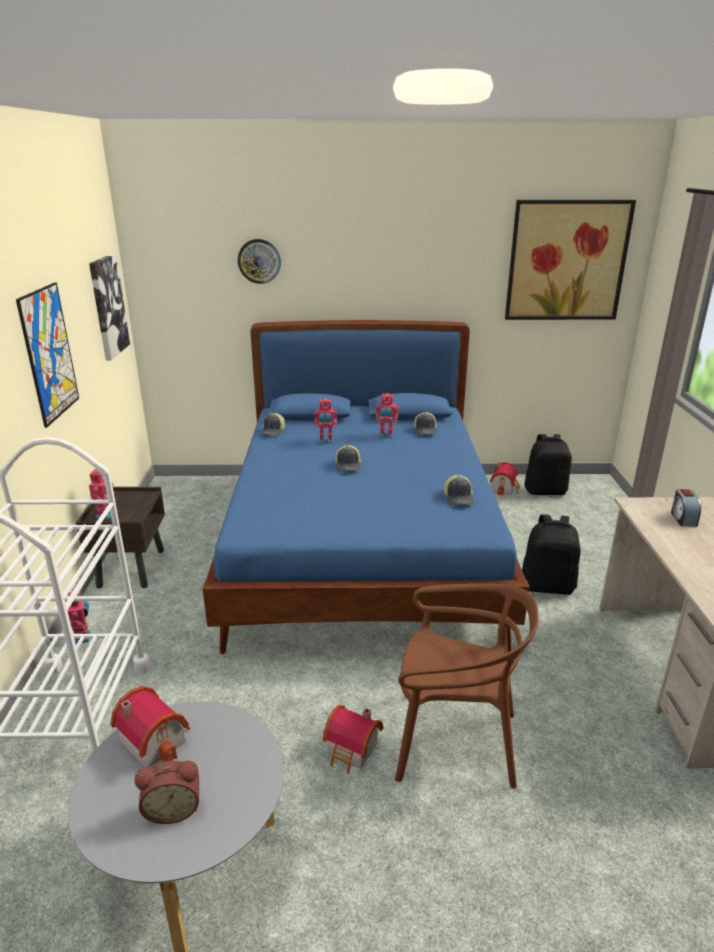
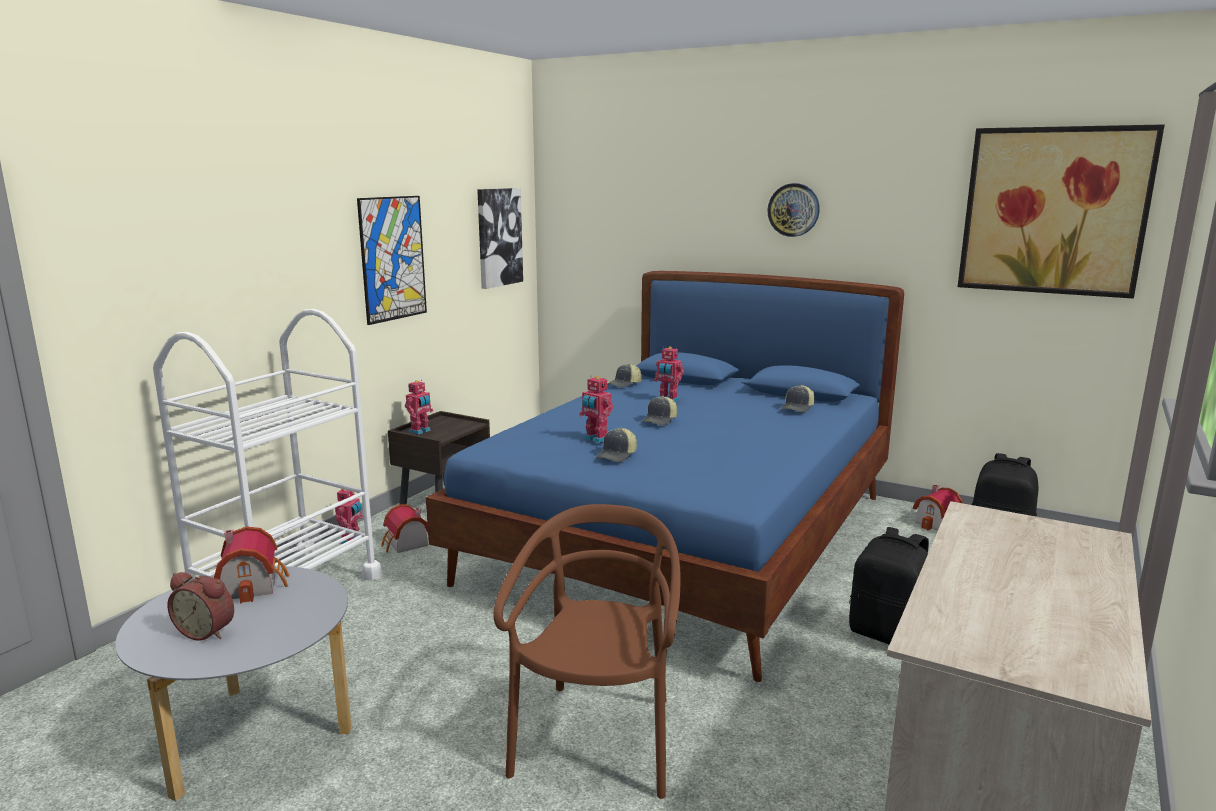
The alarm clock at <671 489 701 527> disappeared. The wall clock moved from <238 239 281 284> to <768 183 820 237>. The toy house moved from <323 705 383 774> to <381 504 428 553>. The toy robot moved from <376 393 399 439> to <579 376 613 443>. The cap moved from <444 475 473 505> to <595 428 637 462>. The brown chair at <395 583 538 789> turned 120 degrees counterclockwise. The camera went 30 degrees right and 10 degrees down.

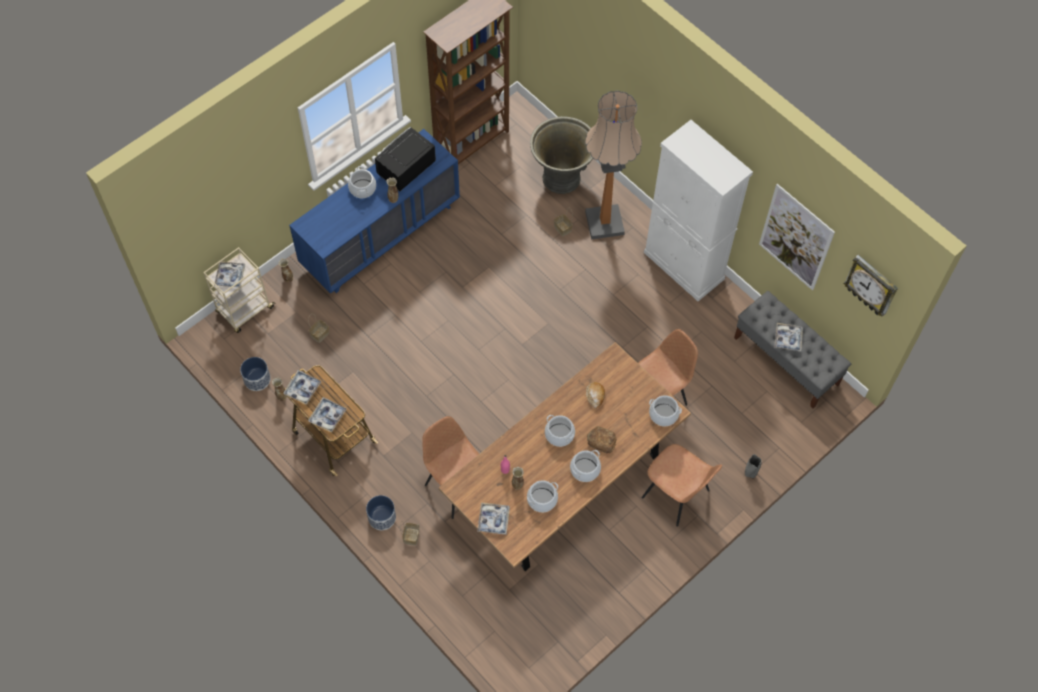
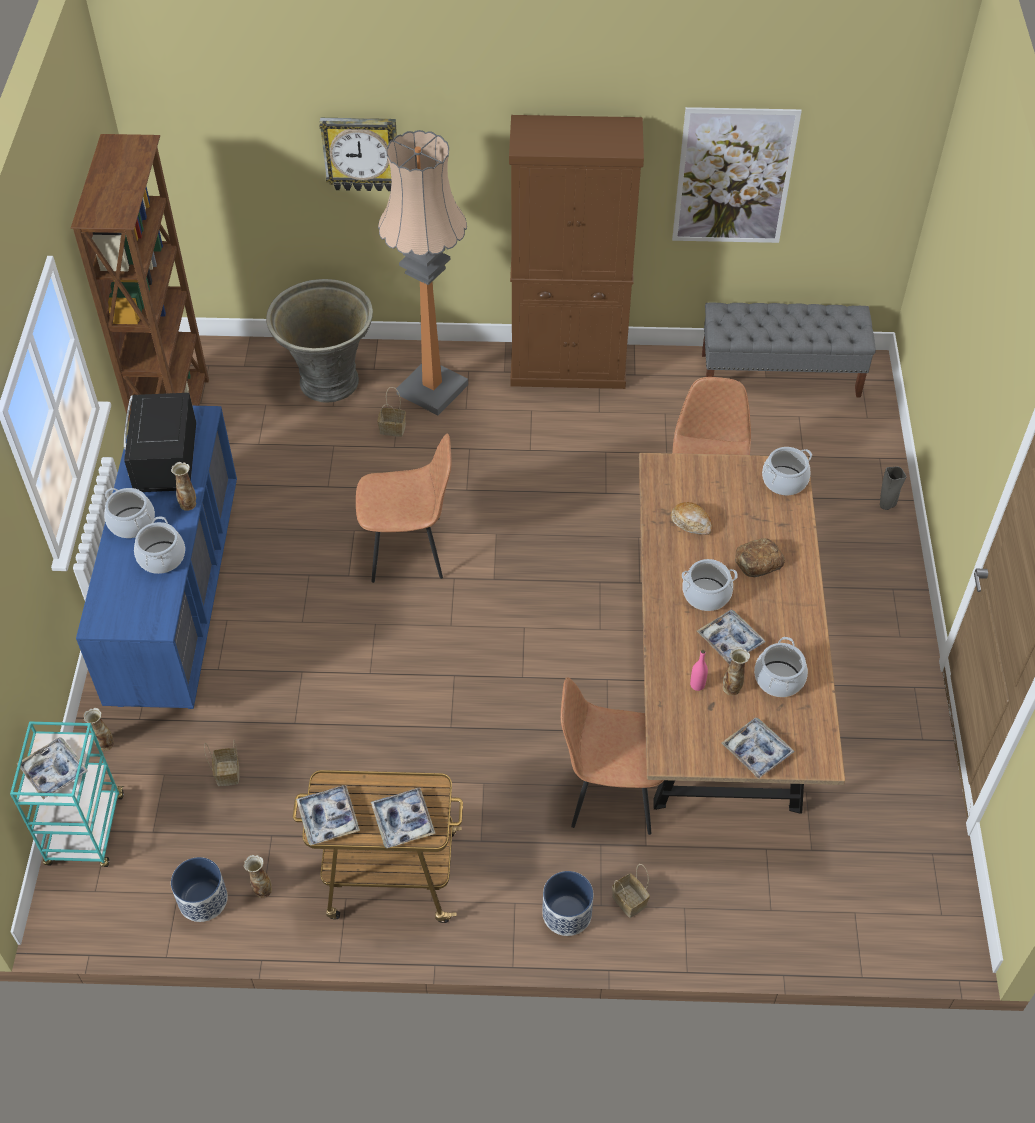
The cooking pot moved from <570 450 601 482> to <134 517 185 574>. The brown chair moved from <642 444 722 527> to <356 434 452 583>. The tray moved from <774 323 803 351> to <697 610 766 665>. The wall clock moved from <843 255 898 316> to <320 118 397 191>. The beige cart at <203 247 275 333> became the turquoise cart at <10 722 124 867>. The white cabinet at <644 120 753 301> became the brown cabinet at <509 115 644 389>. The camera went 45 degrees left and 10 degrees down.

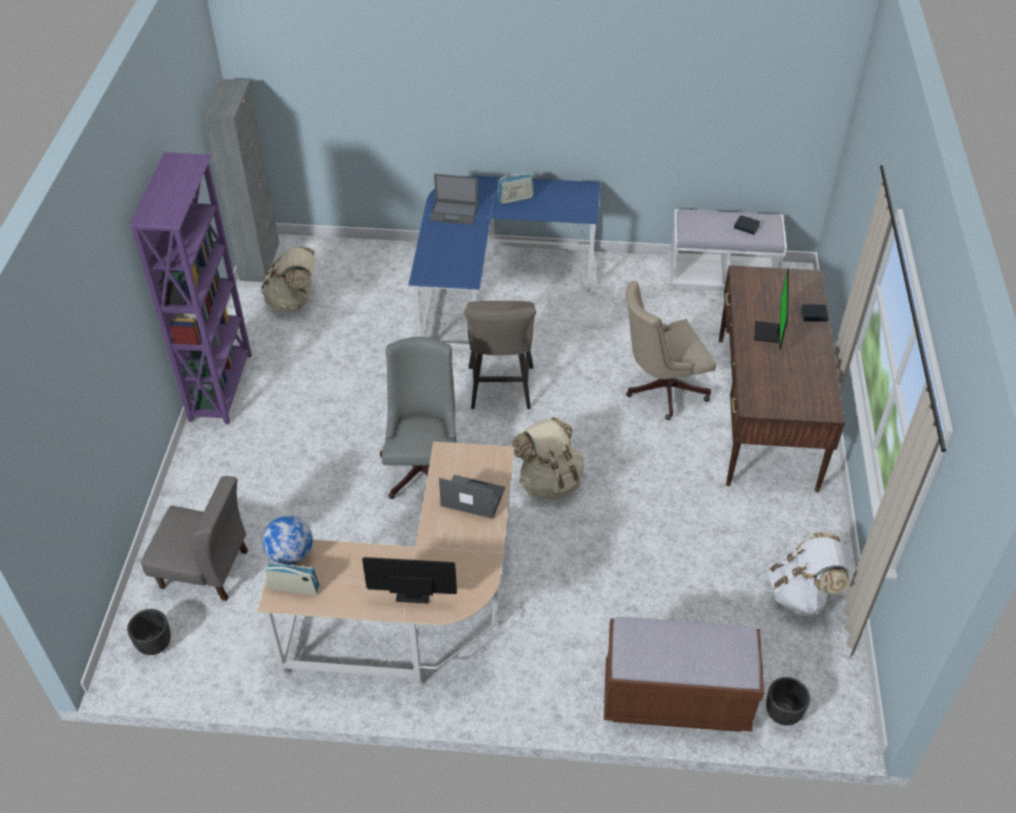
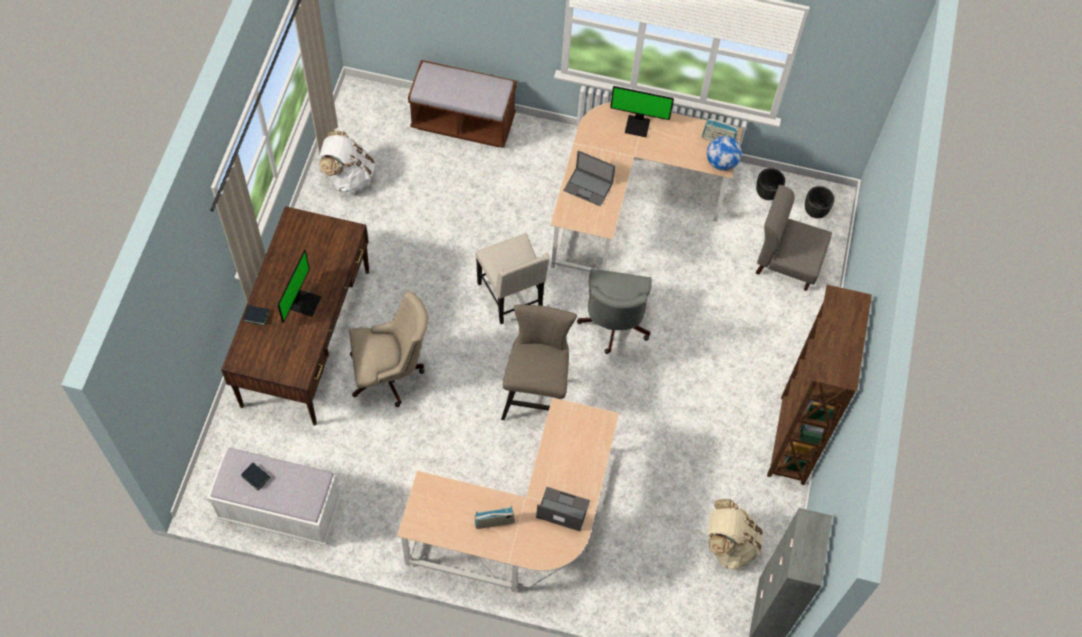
The black planter moved from <766 677 810 725> to <756 168 785 200>. The beige backpack at <512 417 584 501> was replaced by the beige chair at <476 233 550 324>. The purple bookcase at <129 152 252 425> became the brown bookcase at <767 285 872 485>. The blue desk at <408 176 600 355> became the beige desk at <397 397 619 594>. The camera went 175 degrees left and 15 degrees up.

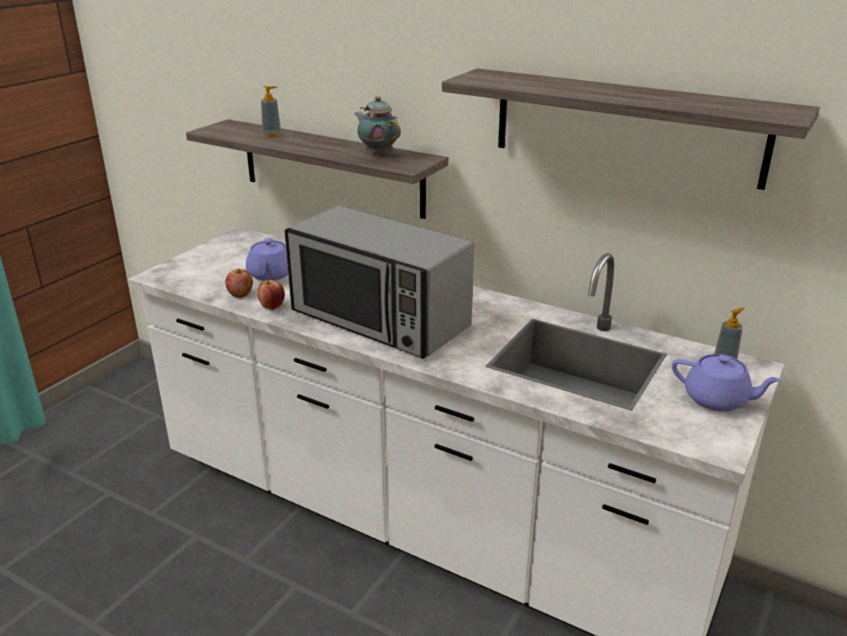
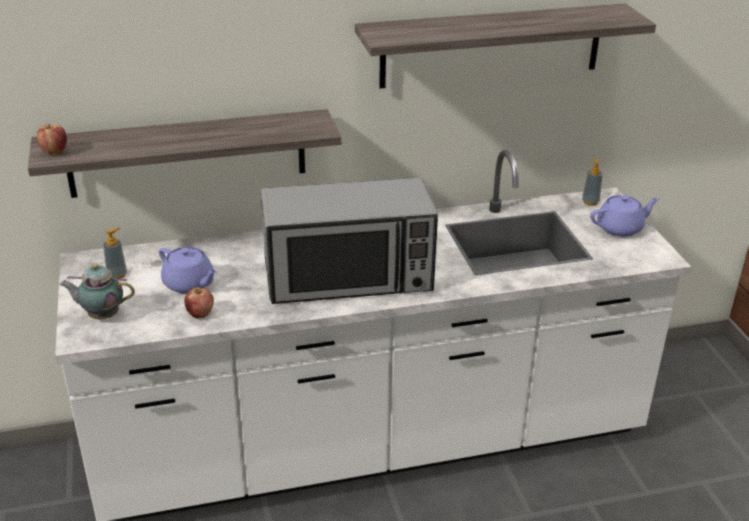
The apple moved from <257 280 285 310> to <37 124 67 155>. The soap dispenser moved from <261 86 281 138> to <103 227 127 279>. The teapot moved from <355 96 401 157> to <60 264 135 319>. The camera went 45 degrees left and 5 degrees up.

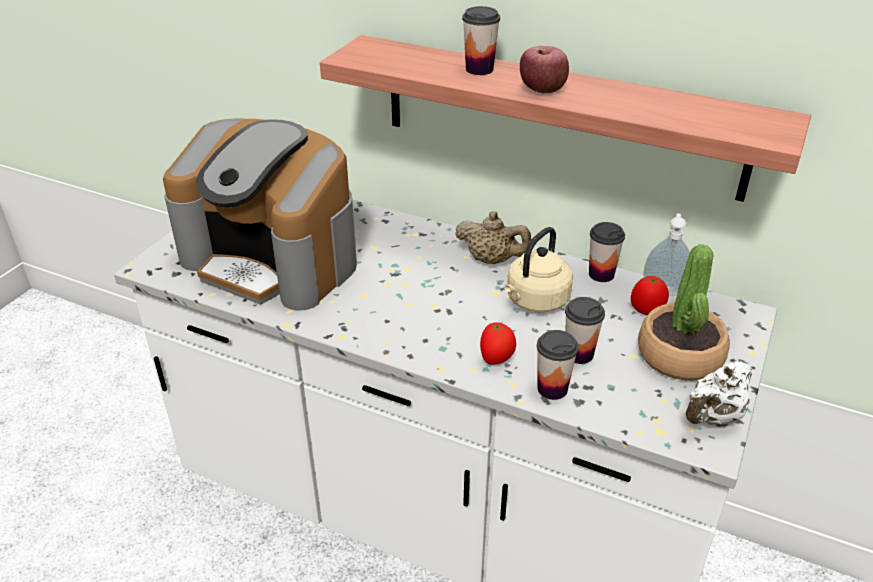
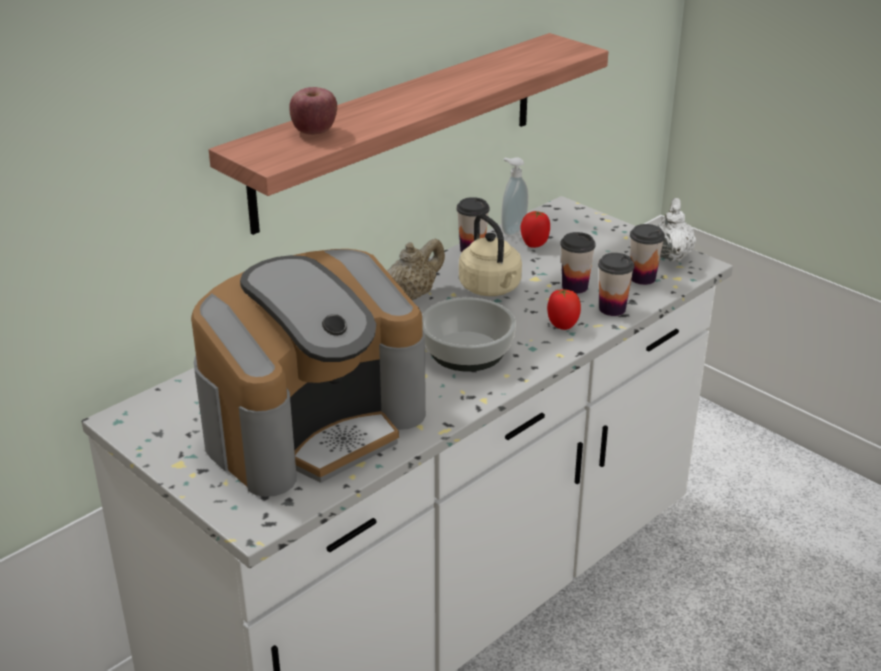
The potted plant at <638 244 730 380> disappeared. The bowl at <422 297 516 372> appeared. The cup moved from <462 6 500 75> to <630 224 665 285>. The apple moved from <520 46 569 94> to <289 87 337 135>. The white teapot at <686 361 752 426> turned 150 degrees counterclockwise. The camera went 70 degrees left and 5 degrees down.

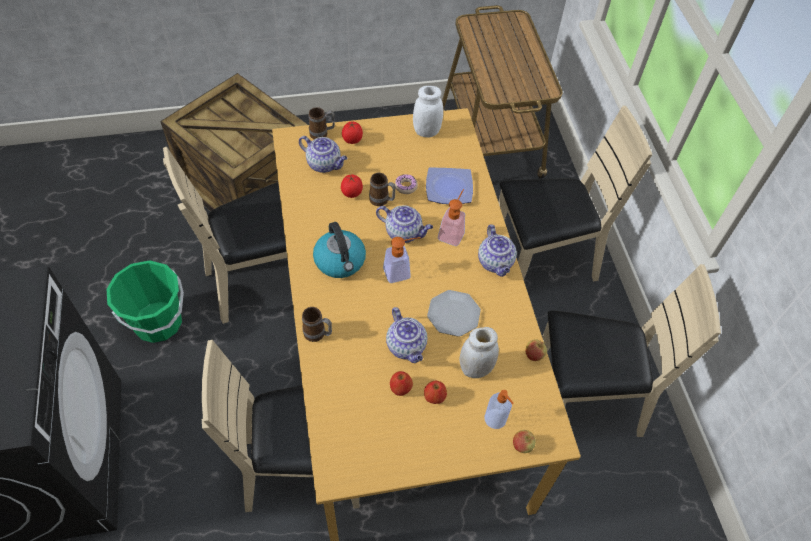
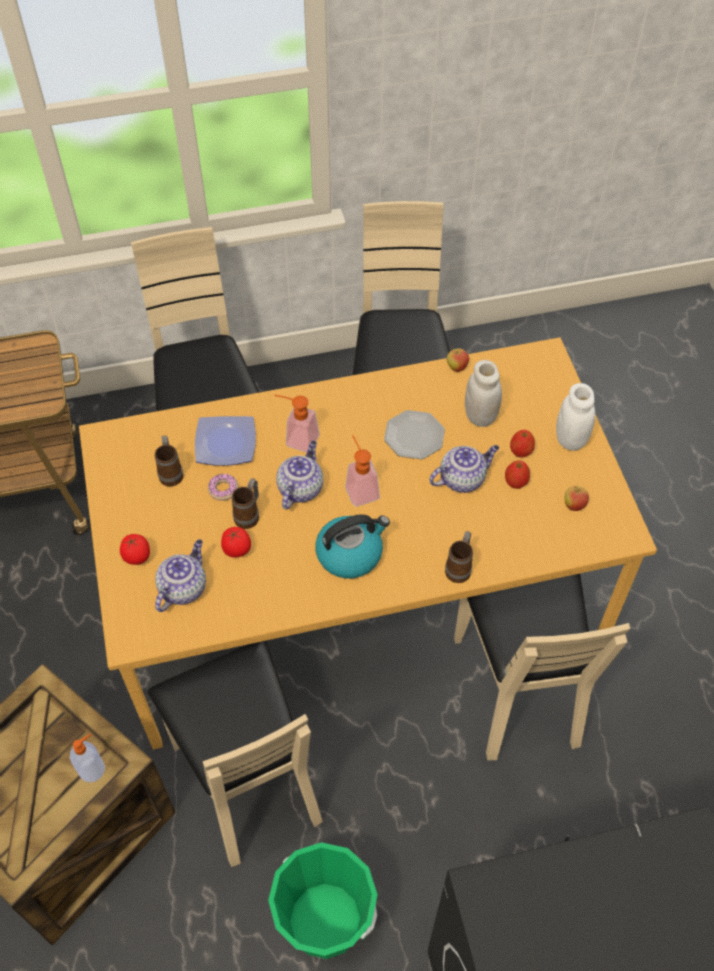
The teapot at <478 224 517 277> disappeared. The mug moved from <309 107 335 139> to <155 435 183 486>. The white jar moved from <413 86 443 137> to <556 383 595 451>. The soap dispenser moved from <484 390 514 429> to <70 734 105 782>. The apple moved from <513 430 536 453> to <565 483 589 511>. The camera went 90 degrees left and 0 degrees up.

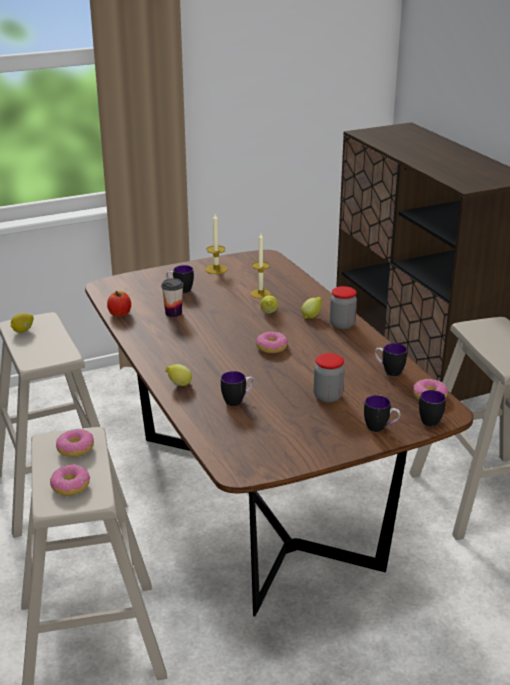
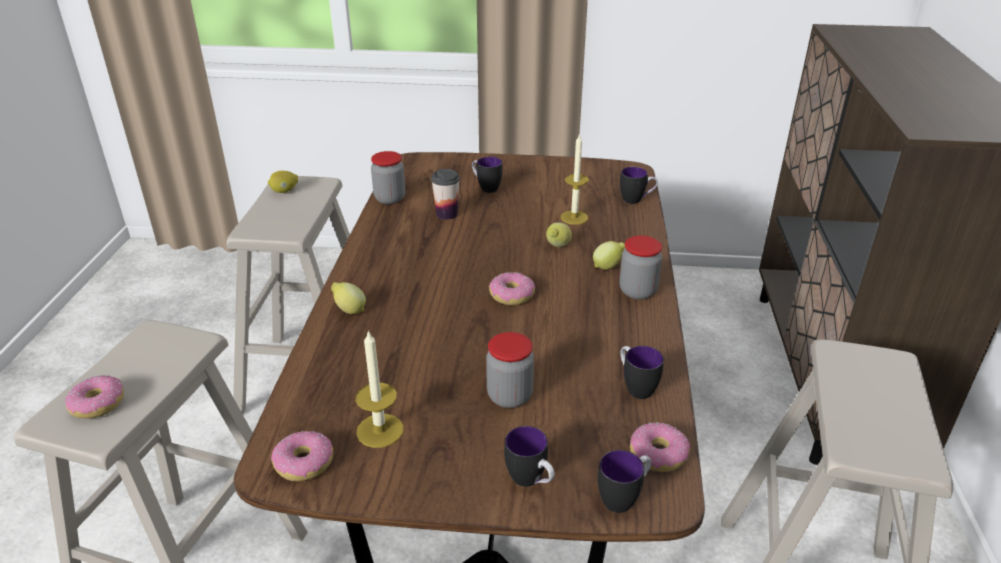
The donut moved from <56 429 94 457> to <271 431 333 481>. The candle moved from <205 214 228 274> to <355 330 404 448>. The mug moved from <221 371 254 406> to <620 167 658 204>. The apple at <107 291 131 317> was replaced by the jar at <371 151 406 204>. The camera went 30 degrees right and 5 degrees up.

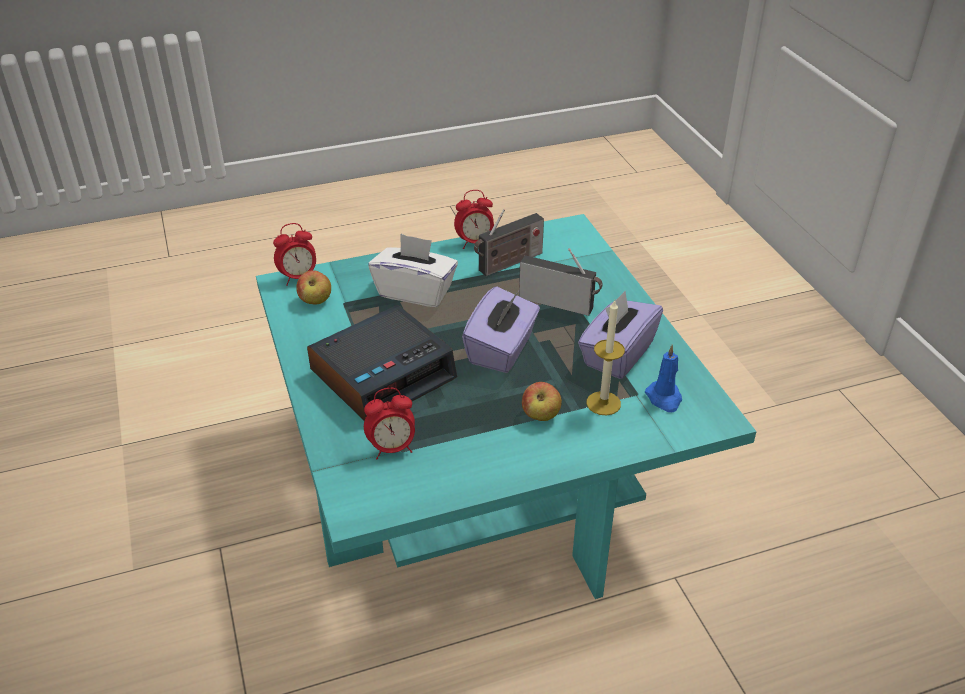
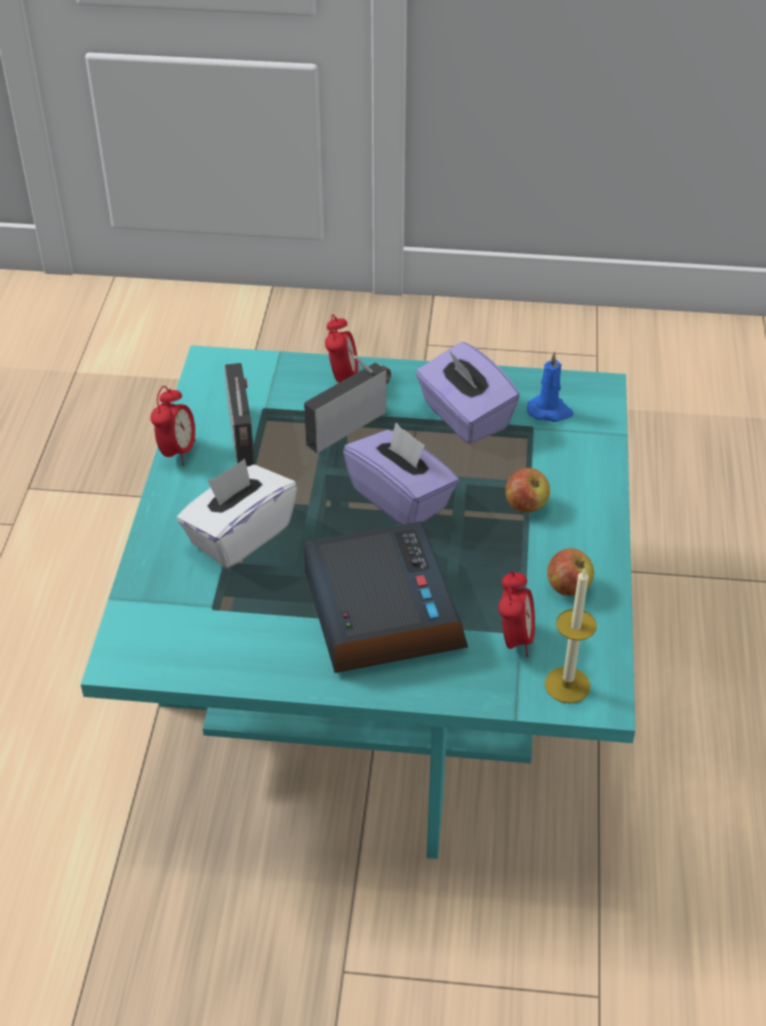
The alarm clock moved from <273 223 316 286> to <325 314 358 383>. The apple moved from <296 270 331 305> to <547 548 594 596>. The candle moved from <586 299 625 415> to <545 568 597 703>. The camera went 65 degrees left and 5 degrees up.

